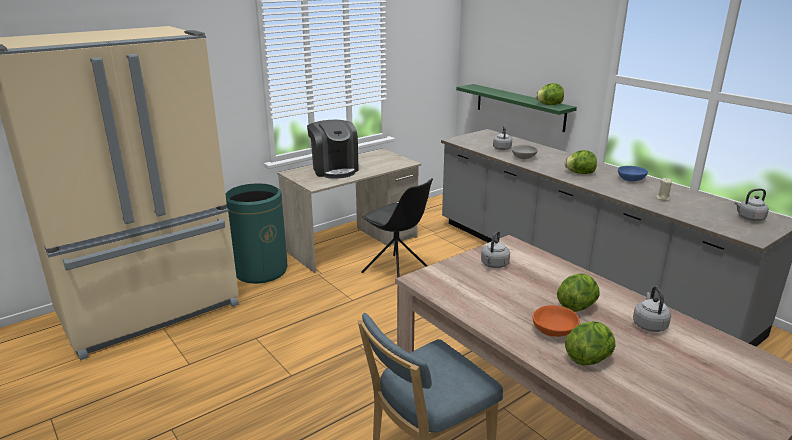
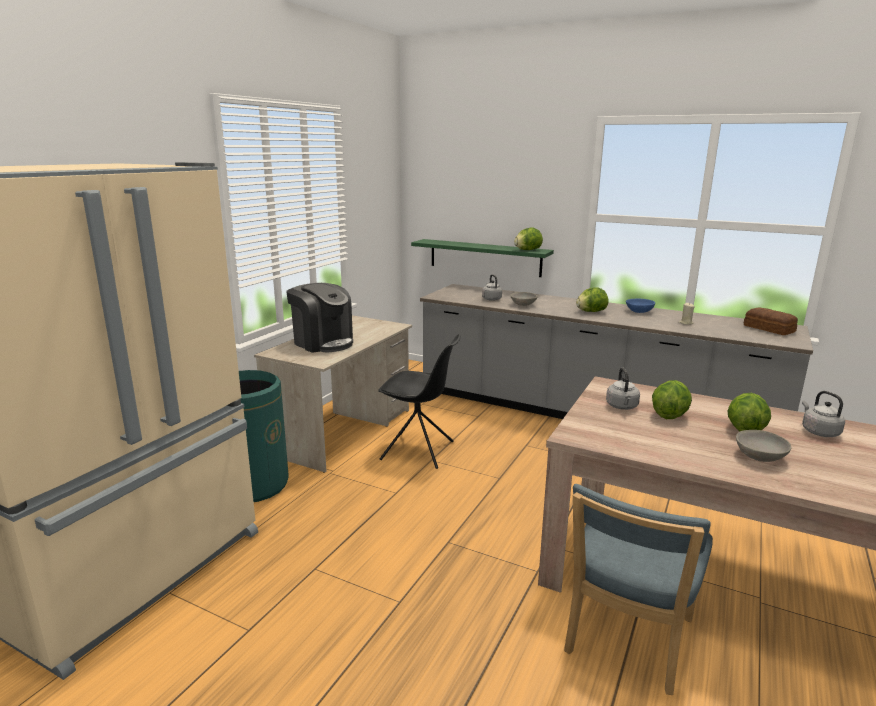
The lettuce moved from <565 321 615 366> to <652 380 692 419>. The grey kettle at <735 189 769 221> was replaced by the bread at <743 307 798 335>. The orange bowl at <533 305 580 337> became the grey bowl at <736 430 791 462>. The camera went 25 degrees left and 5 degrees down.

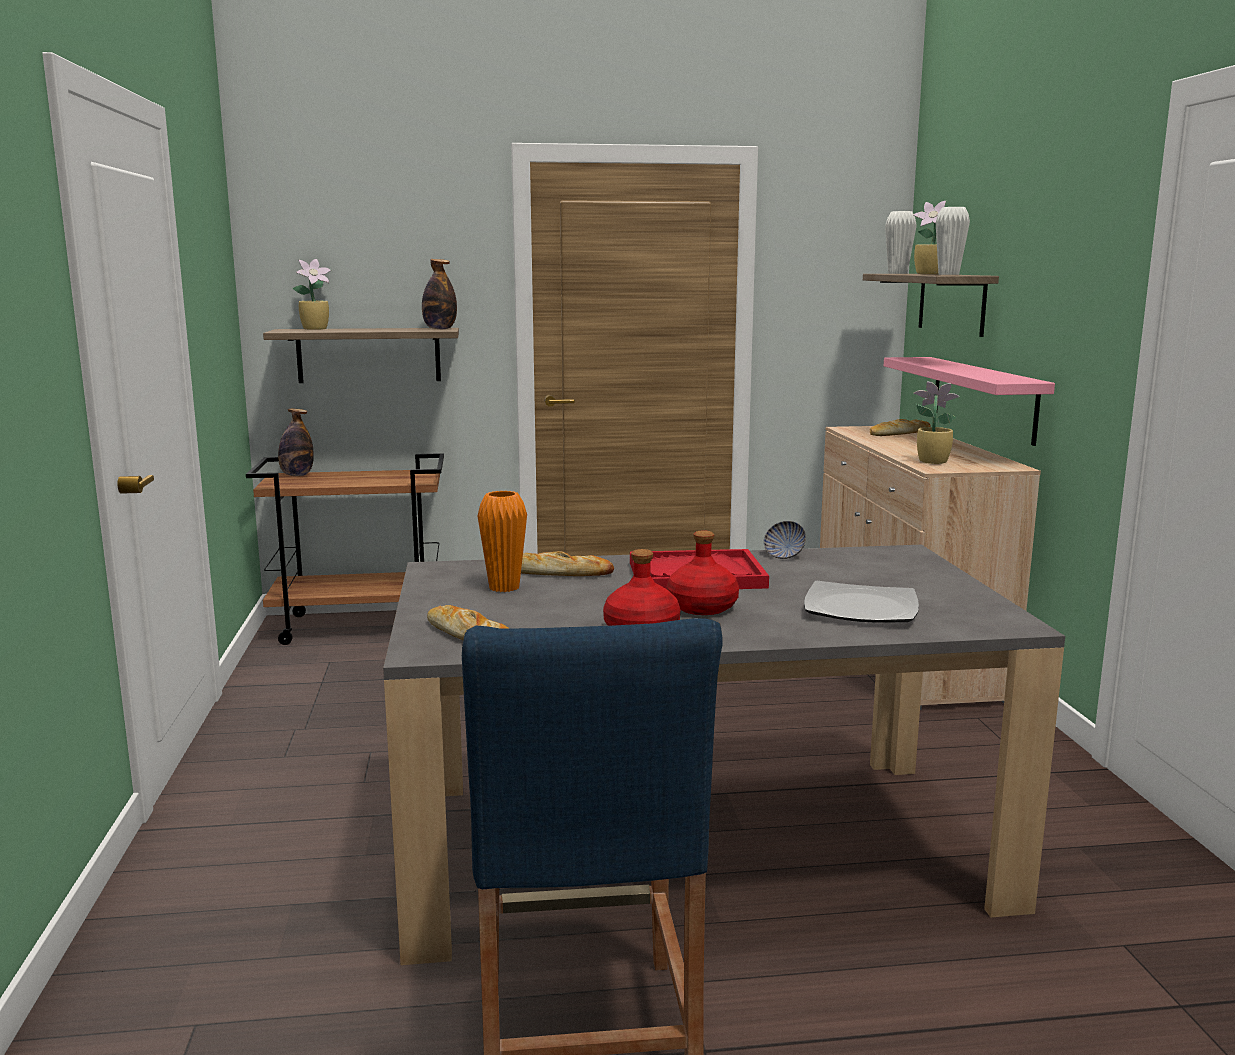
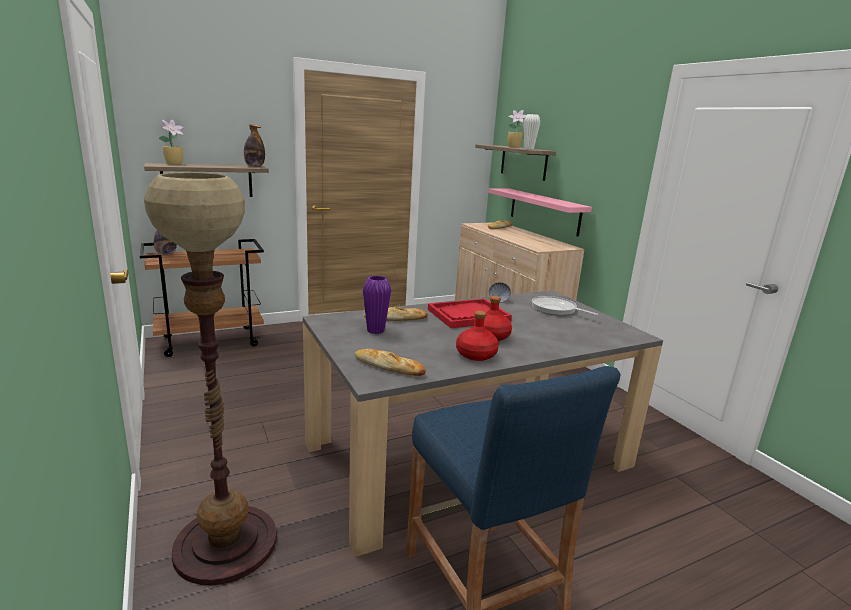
The plate at <804 581 919 623> disappeared. The white vase at <885 211 917 274> disappeared. The potted plant at <913 382 960 464> disappeared. The floor lamp at <144 172 277 585> appeared. The frying pan at <532 296 598 315> appeared. The orange vase at <478 491 527 592> became the purple vase at <363 276 391 334>. The camera went 20 degrees left and 5 degrees up.

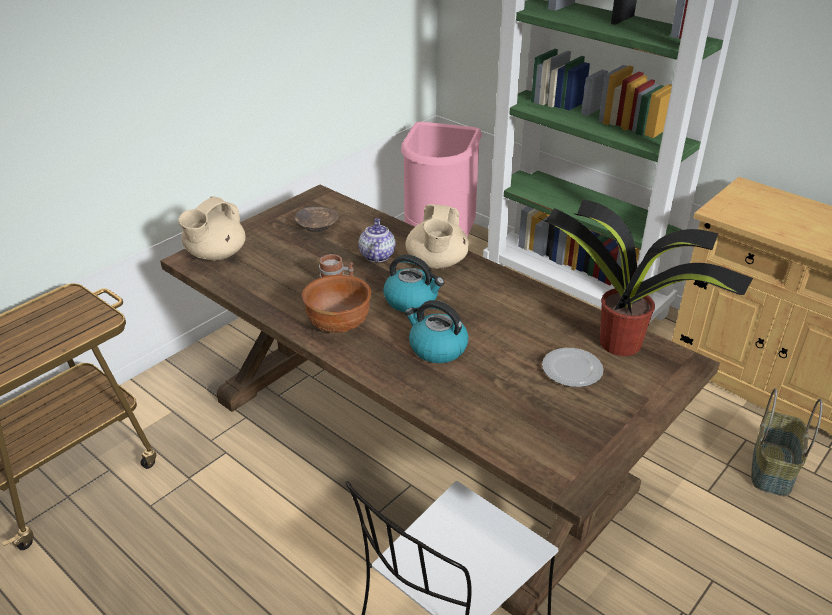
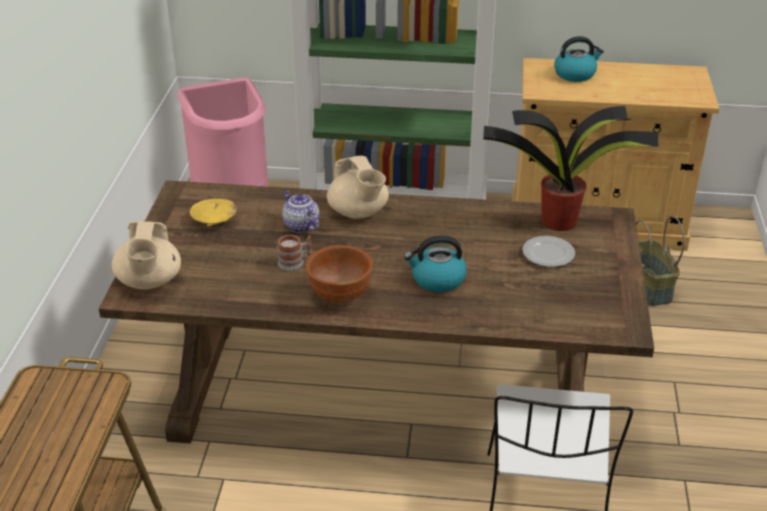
The kettle moved from <383 255 444 312> to <554 36 604 82>. The brown bowl at <295 207 339 232> became the yellow bowl at <190 199 237 227>. The camera went 35 degrees left and 0 degrees up.

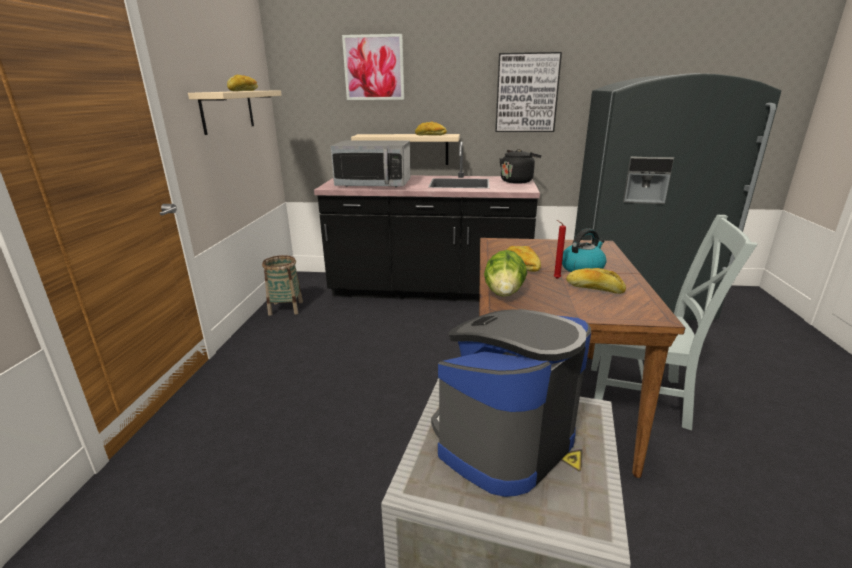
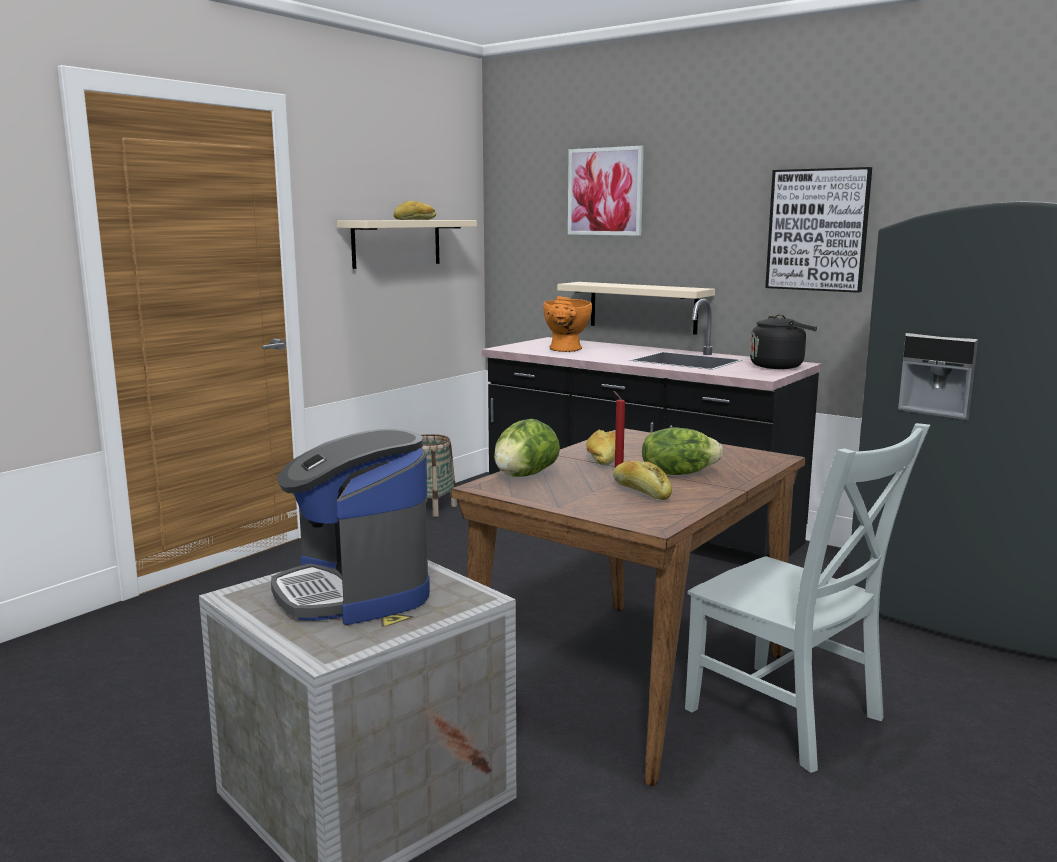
The bread at <415 122 447 135> disappeared. The microwave at <330 141 411 187> was replaced by the orange vase at <543 296 592 352>. The kettle at <562 228 607 272> was replaced by the lettuce at <642 427 723 475>. The coffee machine at <431 309 591 497> turned 105 degrees counterclockwise. The camera went 30 degrees right and 10 degrees down.

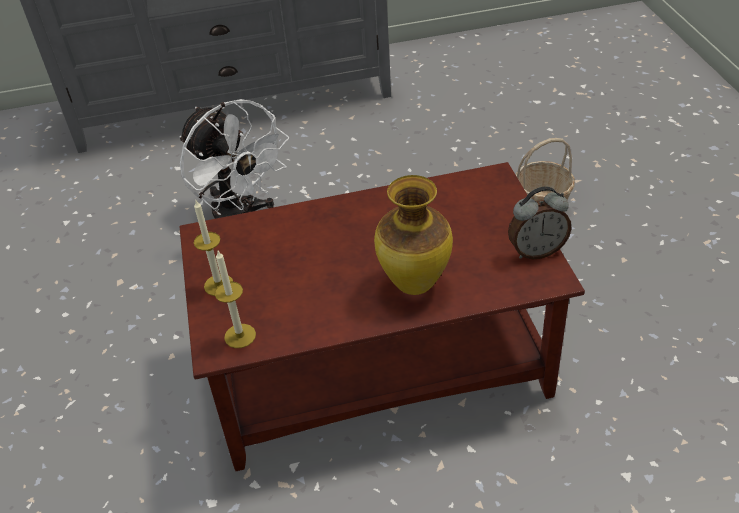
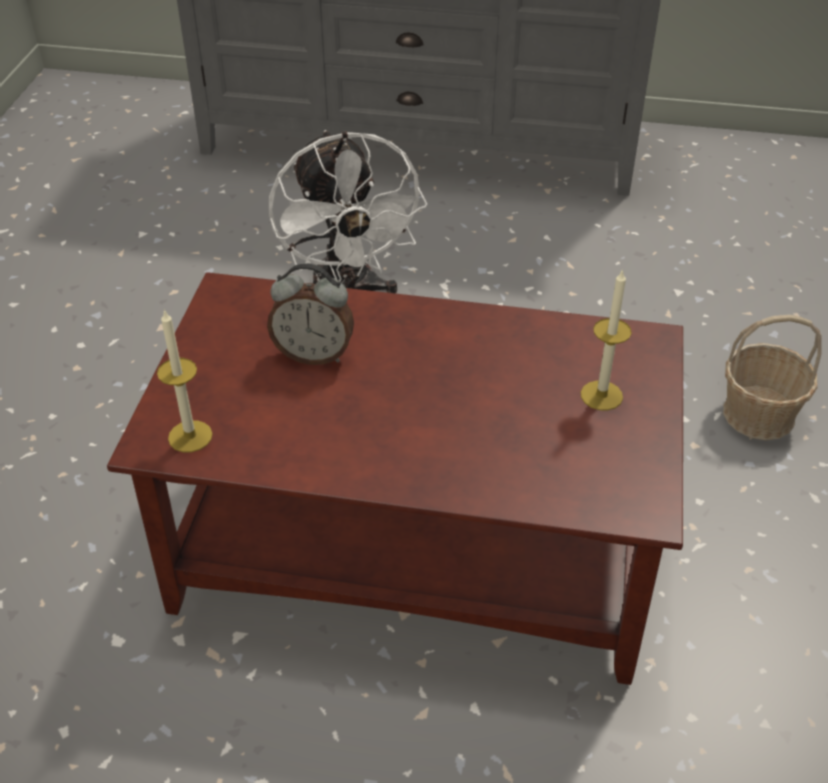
The vase at <374 175 453 295> disappeared. The candle moved from <194 200 233 296> to <581 269 632 411>. The alarm clock moved from <508 187 572 259> to <267 264 354 365>. The camera went 20 degrees right and 0 degrees up.

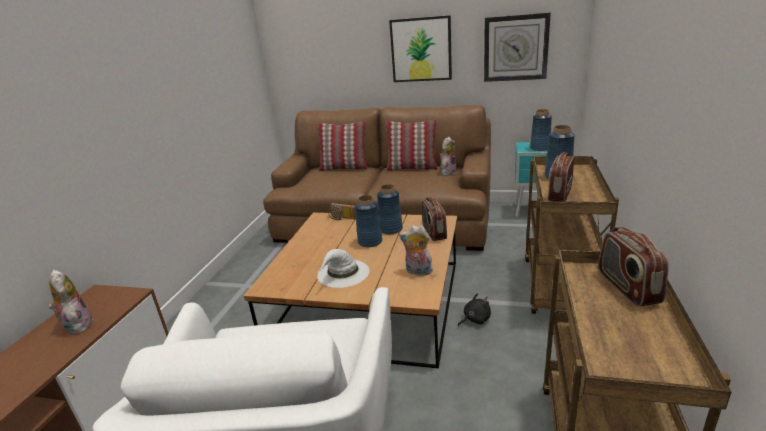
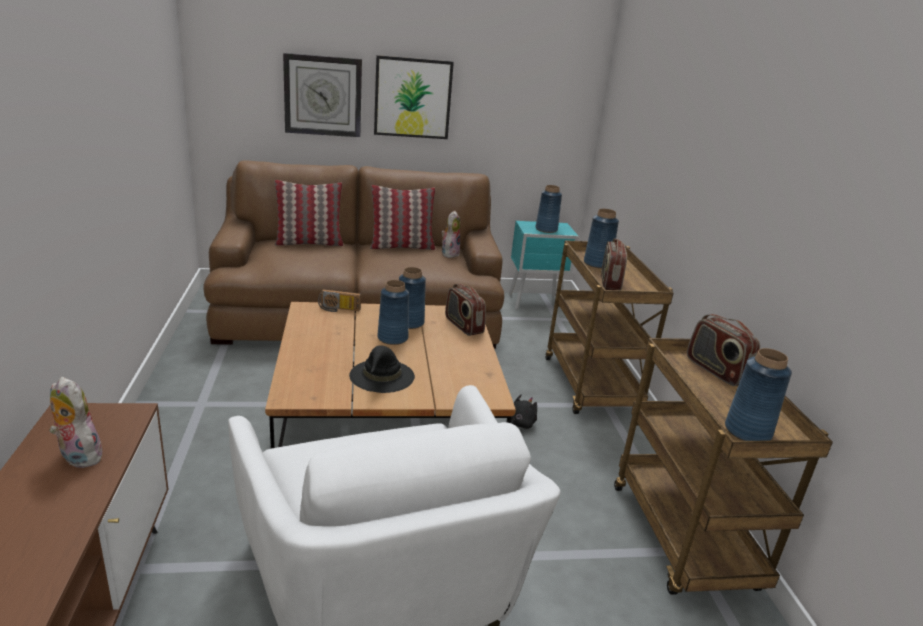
The plush toy at <399 225 433 276> disappeared. The blue vase at <725 348 792 441> appeared. The wall clock moved from <484 13 551 82> to <283 53 362 137>. The white hat at <317 249 370 288> became the black hat at <349 346 415 393>. The camera went 25 degrees left and 0 degrees up.

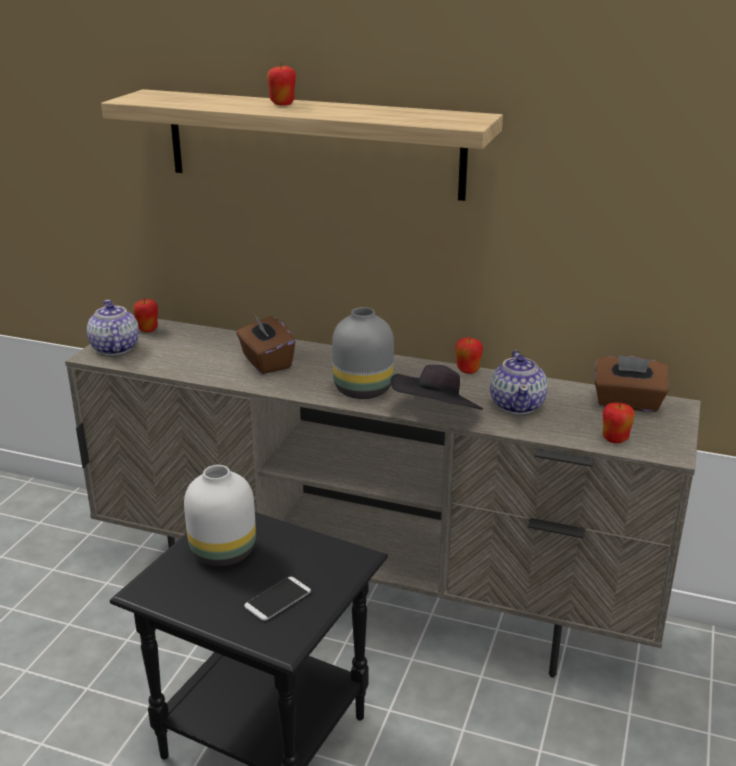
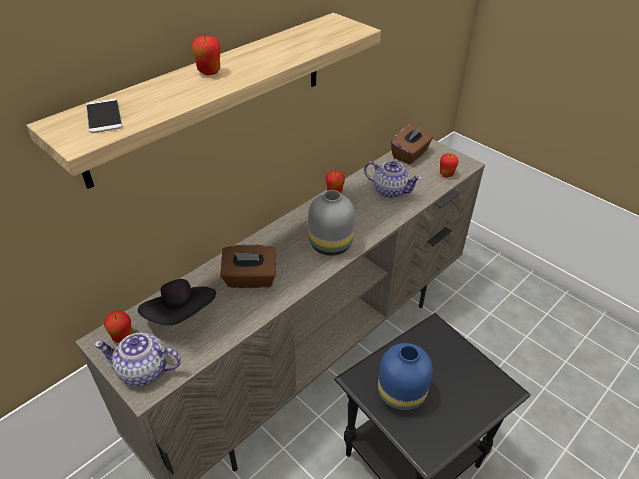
The phone moved from <244 577 311 621> to <86 99 122 133>. The black hat moved from <390 365 483 410> to <138 279 216 325>. The white vase at <184 465 256 566> became the blue vase at <378 343 433 412>. The camera went 65 degrees left and 15 degrees up.

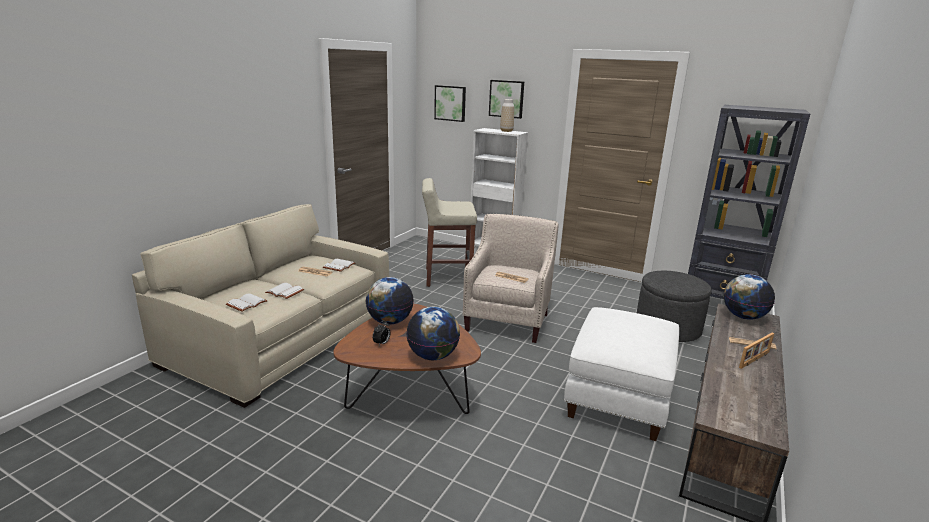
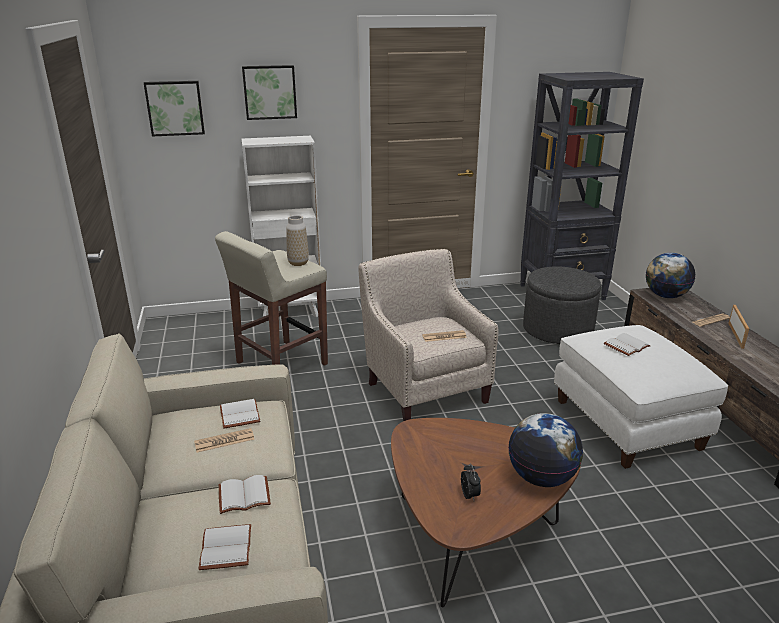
The globe at <366 277 414 325> disappeared. The white book at <604 333 651 356> appeared. The vase moved from <500 99 514 132> to <286 215 309 266>. The camera went 40 degrees left and 5 degrees up.

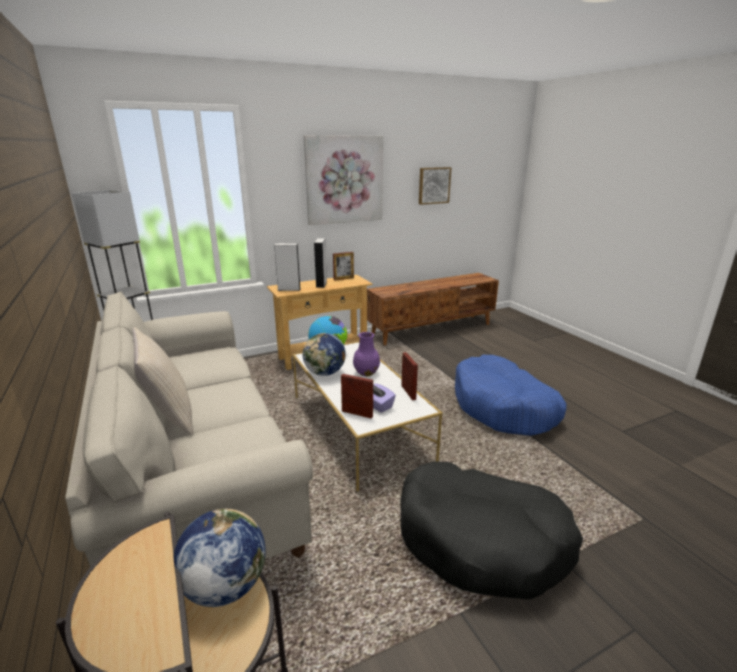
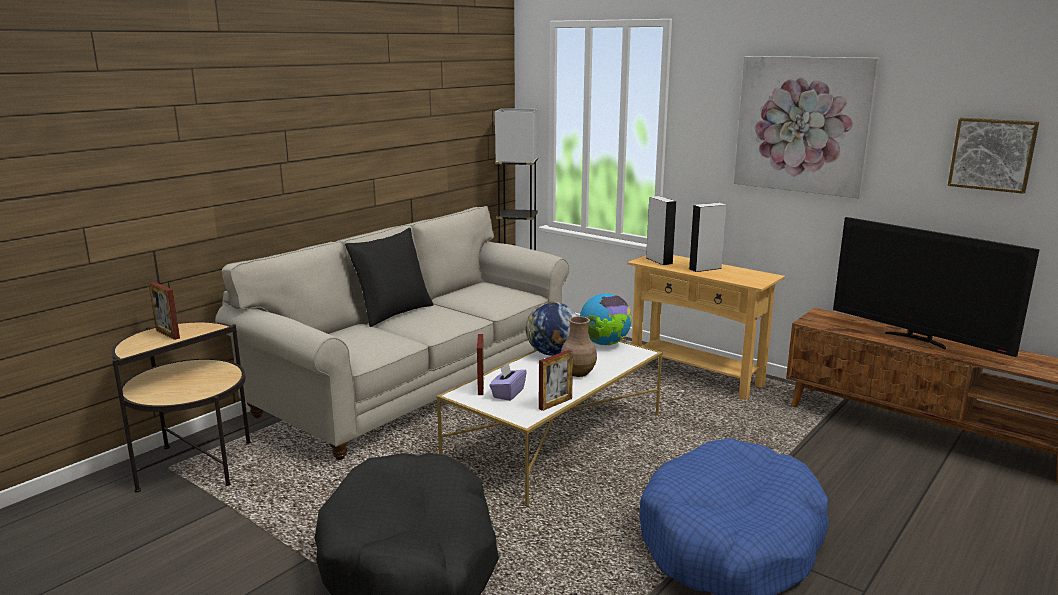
The globe at <173 509 266 607> disappeared. The television at <833 217 1040 357> appeared. The picture frame moved from <333 252 354 280> to <149 282 180 340>. The beige pillow at <133 327 193 436> became the black pillow at <345 228 434 327>. The purple vase at <353 332 380 376> became the brown vase at <561 316 597 377>. The camera went 65 degrees right and 5 degrees down.

